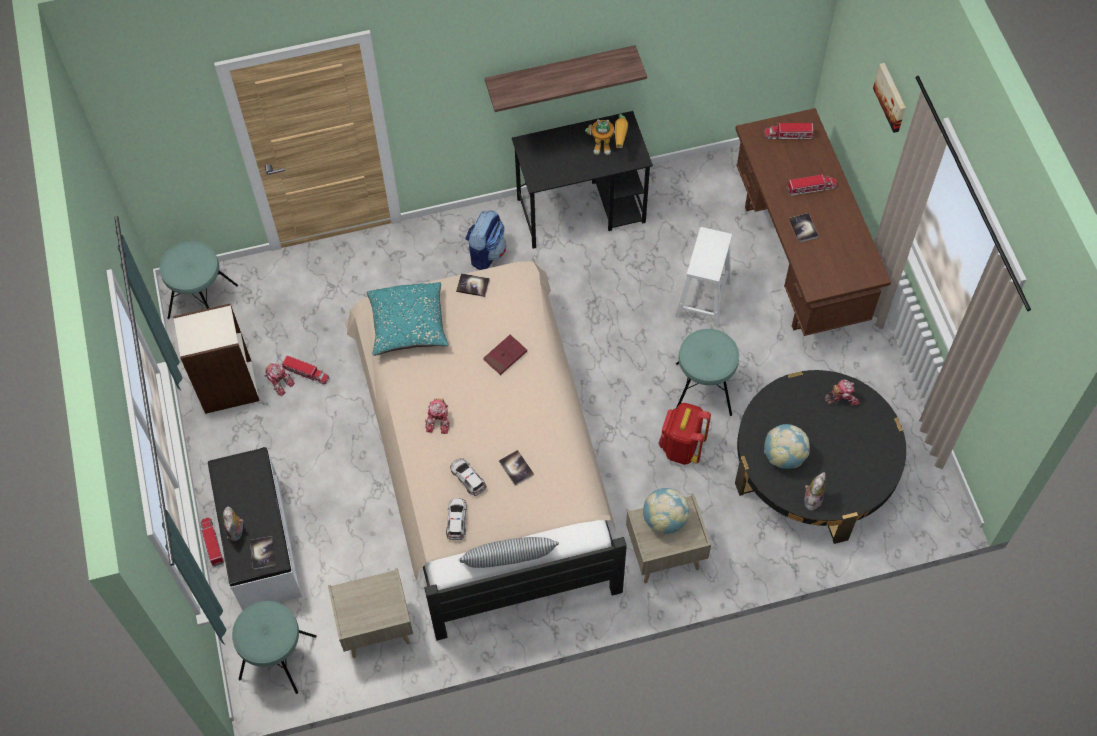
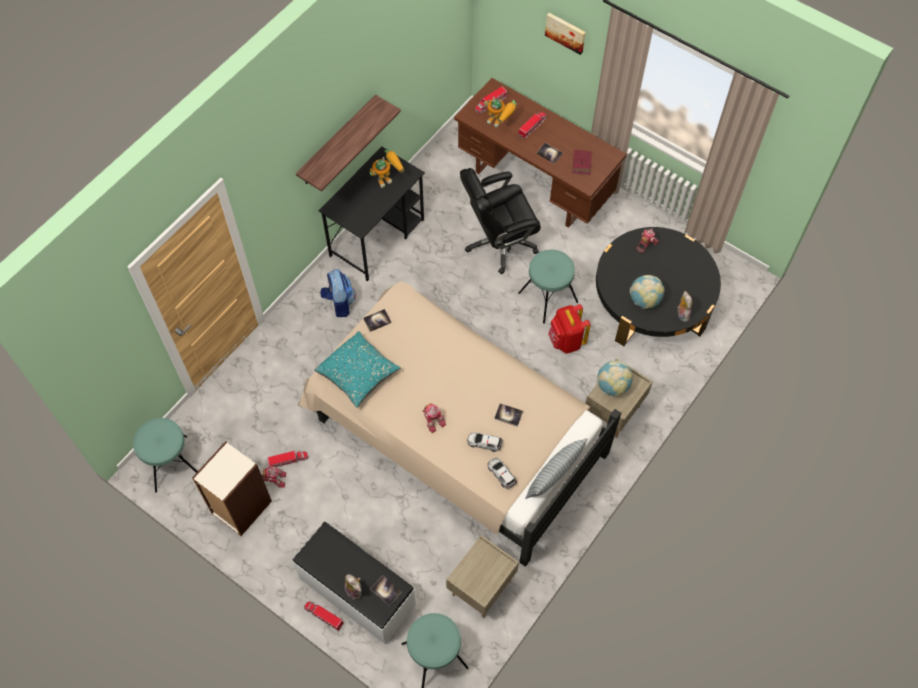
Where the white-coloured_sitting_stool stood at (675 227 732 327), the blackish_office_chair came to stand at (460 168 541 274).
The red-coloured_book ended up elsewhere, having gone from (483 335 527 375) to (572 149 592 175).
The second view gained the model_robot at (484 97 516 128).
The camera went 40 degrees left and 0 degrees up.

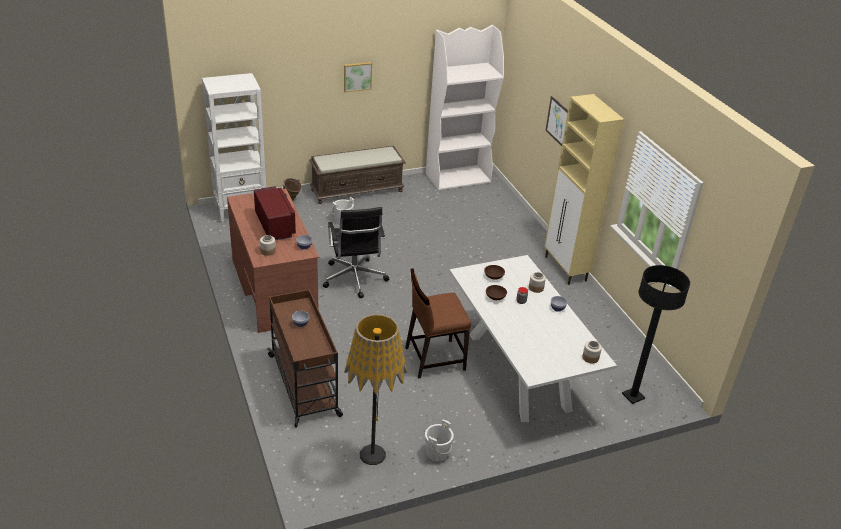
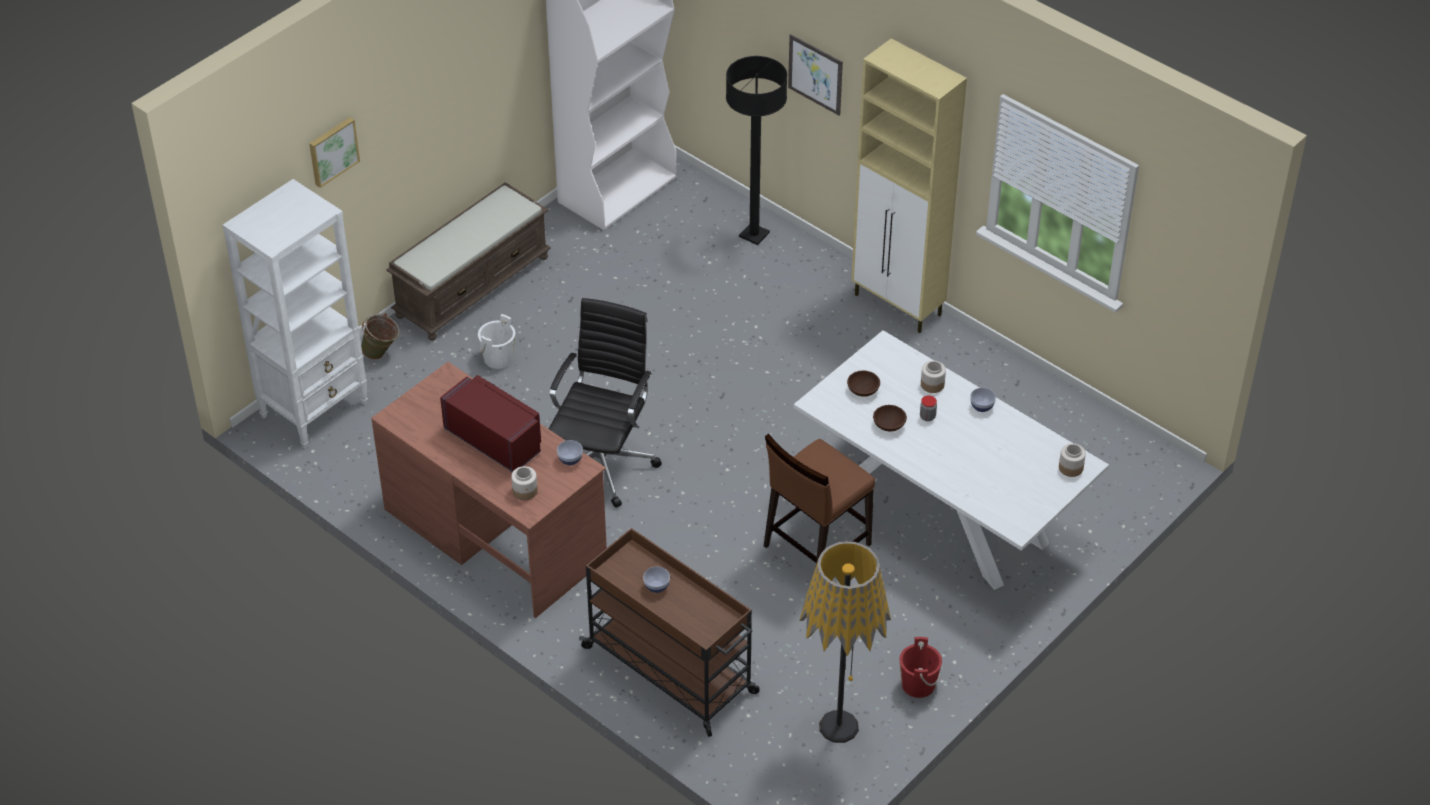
The wall_art ended up elsewhere, having gone from (344 62 372 92) to (309 117 360 188).
The blackish_office_chair at (323 207 389 298) ended up facing another way, 120 degrees counterclockwise from before.
The blackish_standard_lamp ended up elsewhere, having gone from (622 265 690 404) to (726 56 787 245).
What was the white-coloured_bucket at (425 420 454 461) turned into the red-coloured_bucket at (899 637 942 698).
The camera went 25 degrees left and 10 degrees up.

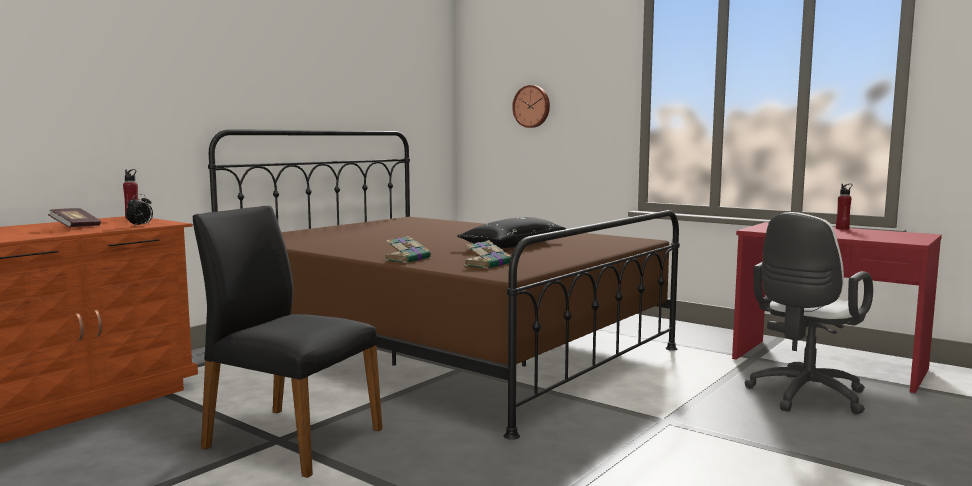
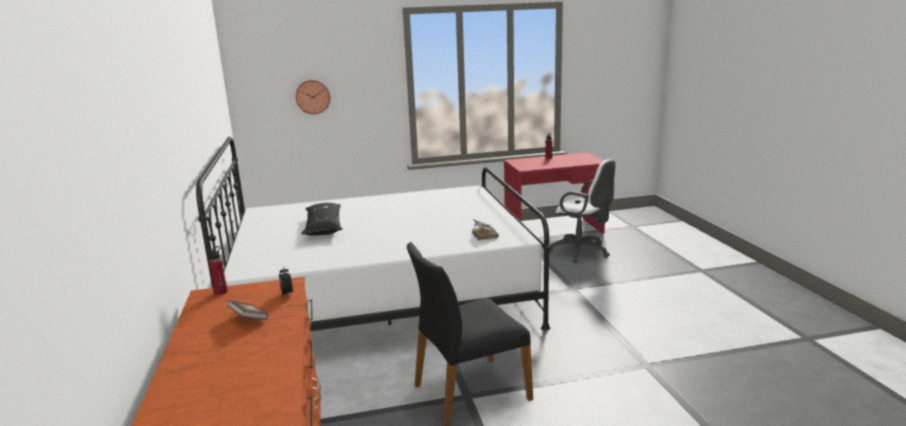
What was the brown-coloured_sleeping_bed at (208 129 680 440) turned into the white-coloured_sleeping_bed at (196 137 551 331).
The white-coloured_office_chair at (744 212 873 414) ended up facing another way, 45 degrees counterclockwise from before.
The blackish_cushion ended up elsewhere, having gone from (457 217 566 248) to (301 203 342 236).
The second view lost the book at (384 236 431 263).
The camera went 50 degrees left and 10 degrees up.

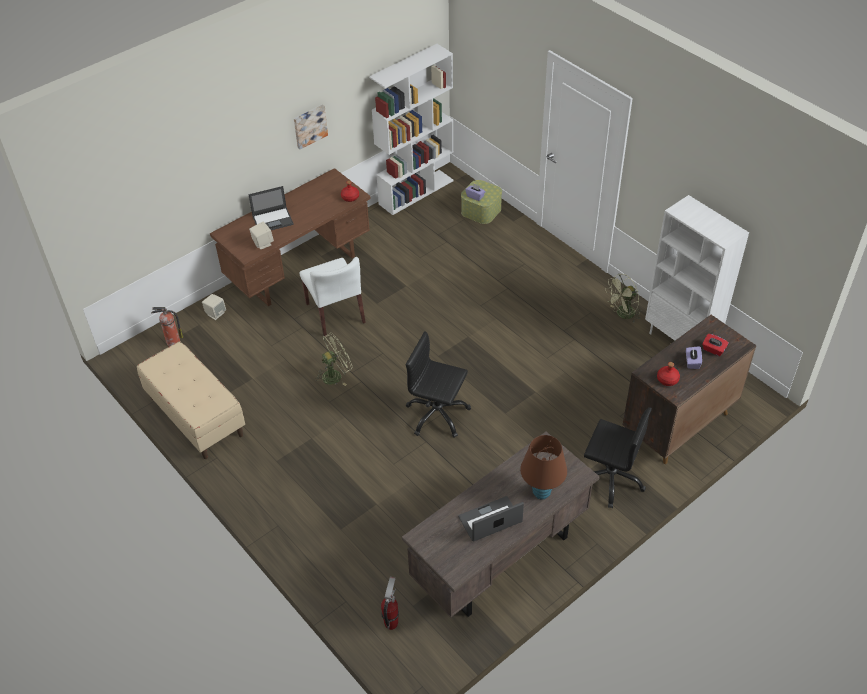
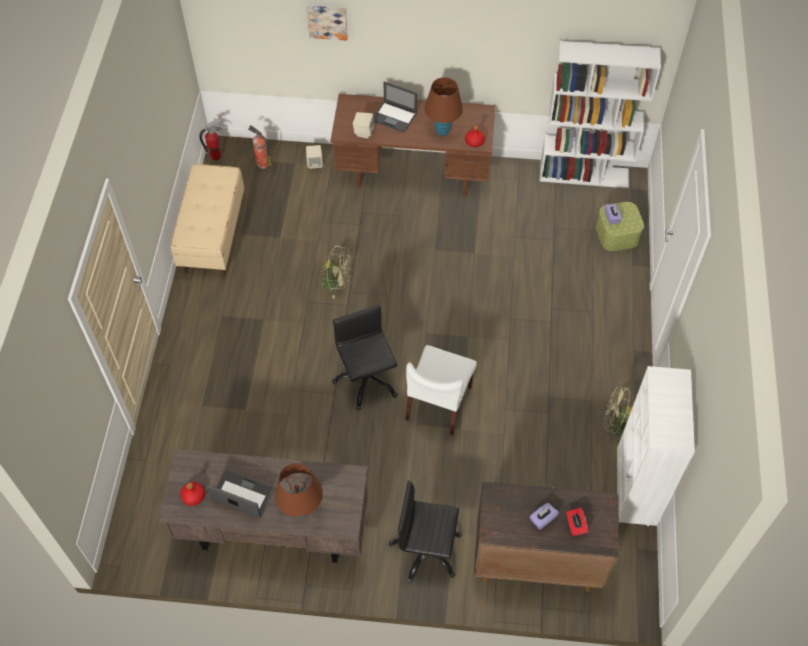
The wall_art ended up elsewhere, having gone from (294 104 328 149) to (307 5 348 41).
The white-coloured_plain_chair ended up elsewhere, having gone from (299 257 366 337) to (405 345 477 436).
The red-coloured_drink_bottle ended up elsewhere, having gone from (657 362 680 386) to (180 482 205 506).
The blackish_office_chair at (584 407 652 508) ended up facing another way, 120 degrees clockwise from before.
The fire-fighting_cylinder ended up elsewhere, having gone from (381 577 399 630) to (199 118 223 161).
The second view gained the brown-coloured_table_lamp at (425 77 463 136).
The camera went 45 degrees right and 10 degrees up.

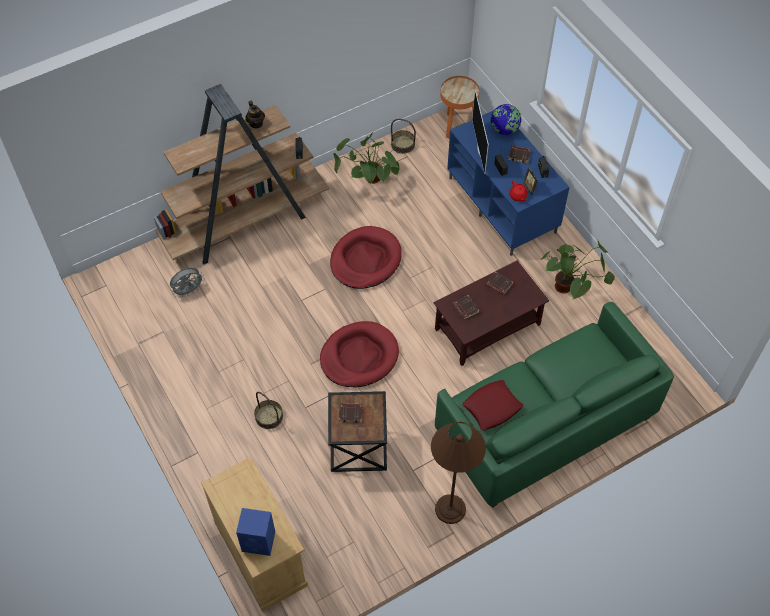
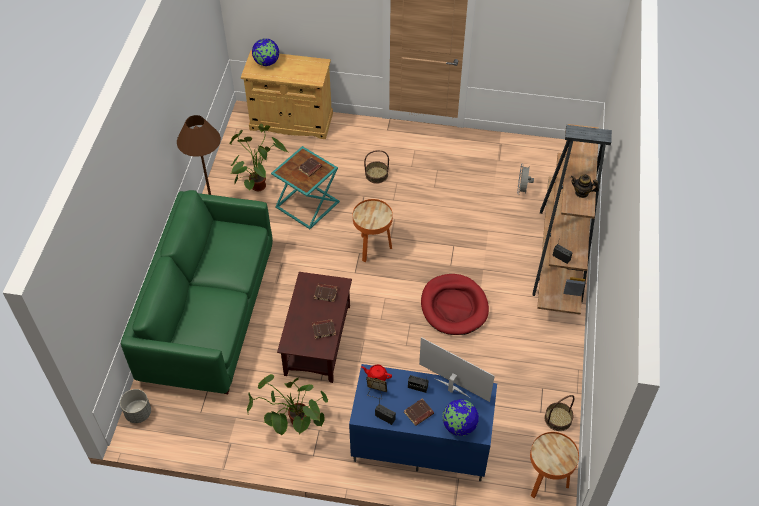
The houseplant ended up elsewhere, having gone from (333 131 400 184) to (229 124 288 191).
Where the red-coloured_dog_bed stood at (320 321 399 388), the orange_accent_table came to stand at (353 199 393 262).
The second view lost the red-coloured_cushion at (462 380 523 431).
What was the blackish_accent_table at (328 391 387 472) turned into the turquoise_accent_table at (271 146 340 229).
Where the blue_loudspeaker stood at (236 508 275 556), the desk_globe came to stand at (252 38 279 66).
The second view gained the grey_flower_pot at (120 389 151 423).
The camera went 130 degrees right and 5 degrees down.

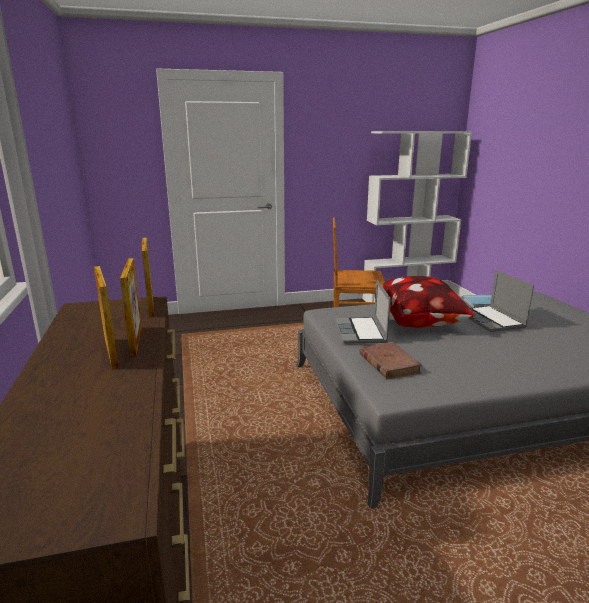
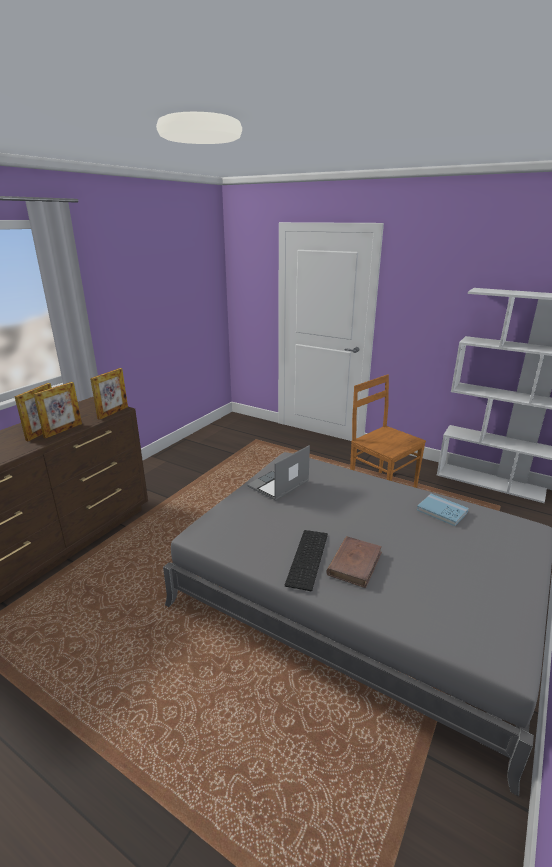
The second view lost the notebook_computer at (469 270 534 332).
The second view lost the cushion at (382 276 475 328).
The brown-coloured_book ended up elsewhere, having gone from (360 342 422 379) to (326 536 382 588).
The second view gained the PC_keyboard at (285 530 328 591).
The camera went 45 degrees right and 5 degrees up.

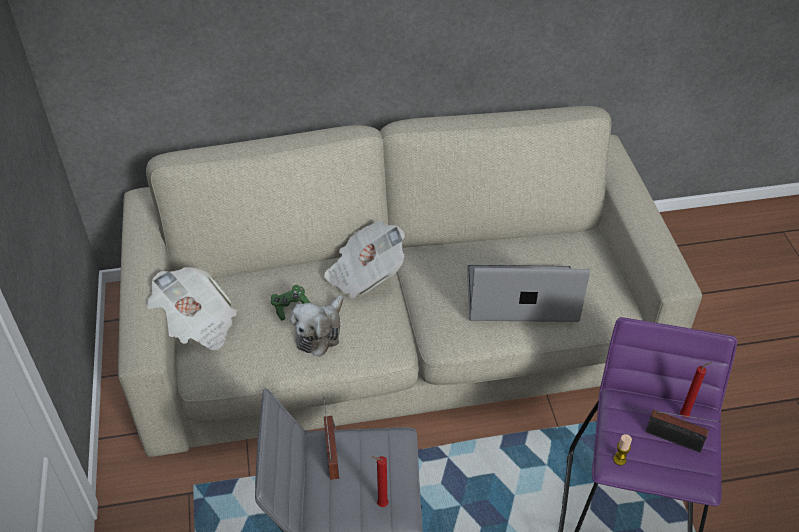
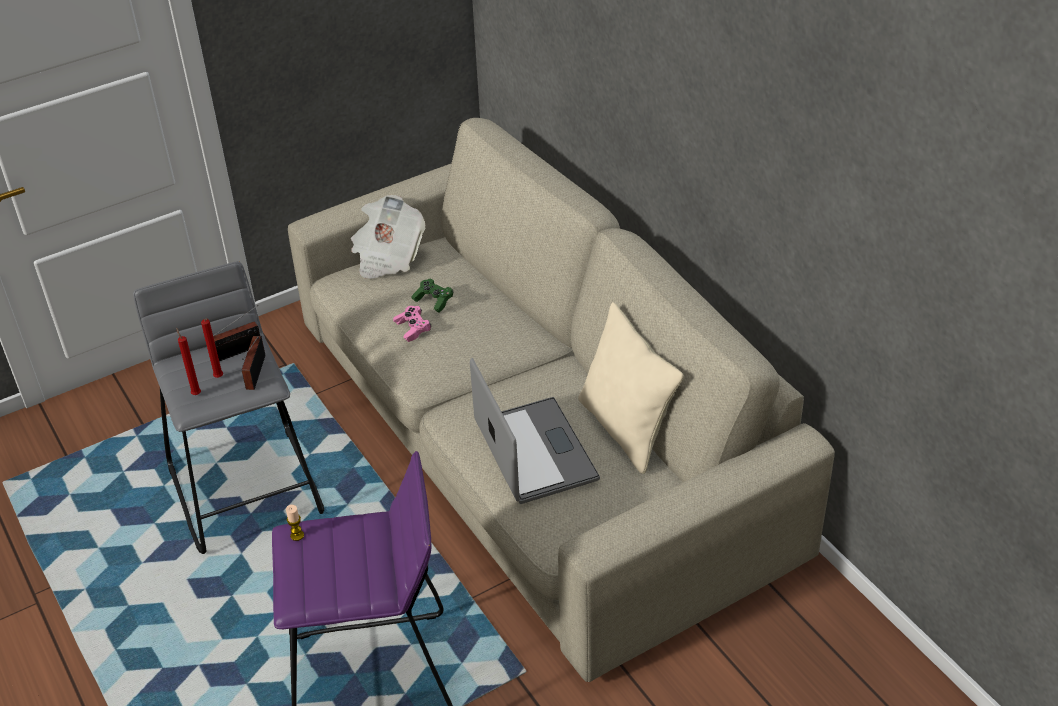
The second view lost the daily_paper at (324 221 405 299).
Where the soft_toy stood at (291 295 344 357), the pink_gamepad came to stand at (393 306 431 342).
The red-coloured_wax_light ended up elsewhere, having gone from (680 362 713 418) to (201 318 223 378).
The radio ended up elsewhere, having gone from (646 410 721 452) to (242 336 265 390).
The second view gained the beige-coloured_cushion at (578 302 684 474).
The camera went 70 degrees right and 5 degrees down.

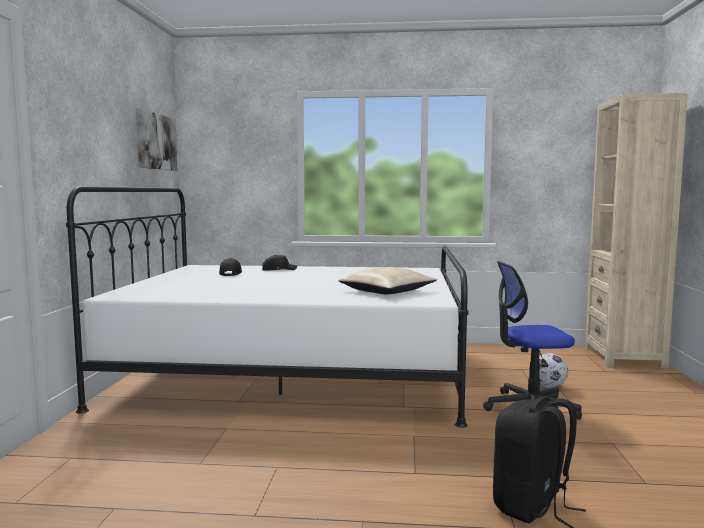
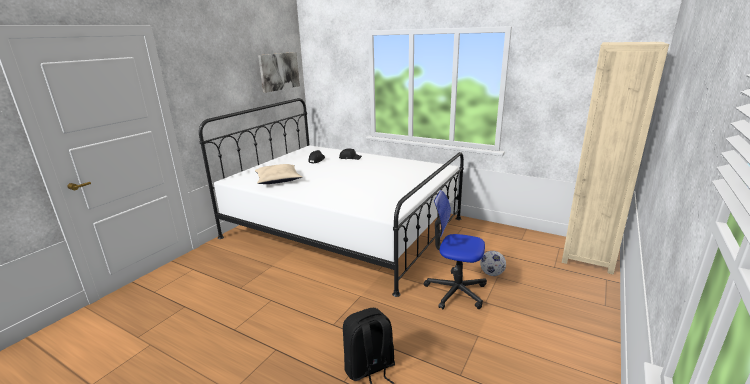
The beige-coloured_cushion ended up elsewhere, having gone from (338 267 437 294) to (255 164 302 184).
The camera went 25 degrees right and 15 degrees up.

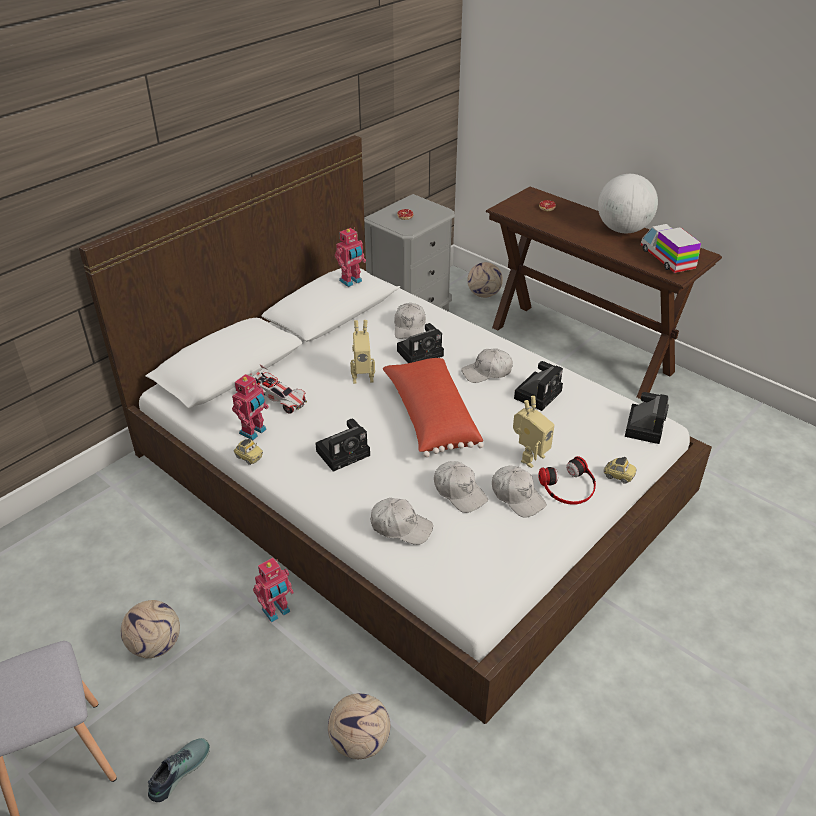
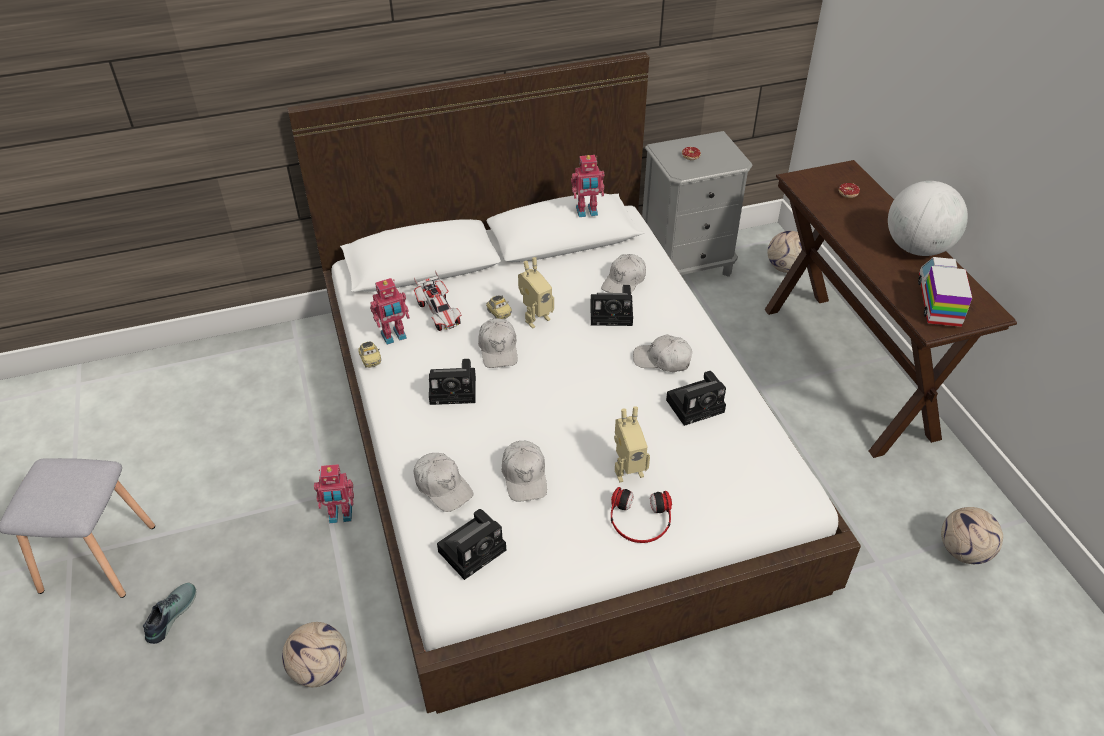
The model_robot at (350 320 375 384) ended up facing another way, 60 degrees counterclockwise from before.
The second view lost the red-coloured_cushion at (383 358 484 457).
The photo_camera ended up elsewhere, having gone from (625 392 669 444) to (437 509 506 580).
The toy_car ended up elsewhere, having gone from (603 457 637 483) to (486 295 512 319).
The white-coloured_peaked_cap ended up elsewhere, having gone from (492 466 547 518) to (478 318 517 368).
The football_ball ended up elsewhere, having gone from (121 600 180 658) to (941 507 1003 564).
The low_shoe at (148 738 210 802) ended up facing another way, 45 degrees counterclockwise from before.
The camera went 30 degrees right and 5 degrees up.

